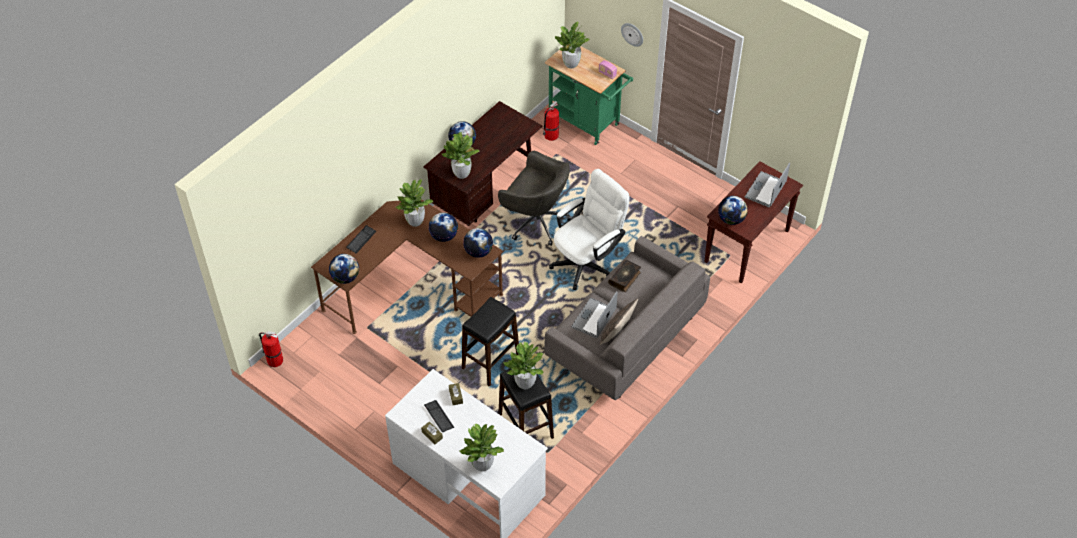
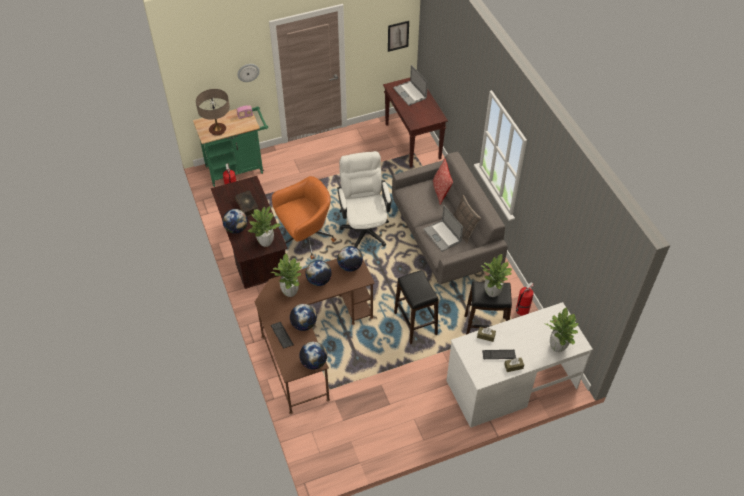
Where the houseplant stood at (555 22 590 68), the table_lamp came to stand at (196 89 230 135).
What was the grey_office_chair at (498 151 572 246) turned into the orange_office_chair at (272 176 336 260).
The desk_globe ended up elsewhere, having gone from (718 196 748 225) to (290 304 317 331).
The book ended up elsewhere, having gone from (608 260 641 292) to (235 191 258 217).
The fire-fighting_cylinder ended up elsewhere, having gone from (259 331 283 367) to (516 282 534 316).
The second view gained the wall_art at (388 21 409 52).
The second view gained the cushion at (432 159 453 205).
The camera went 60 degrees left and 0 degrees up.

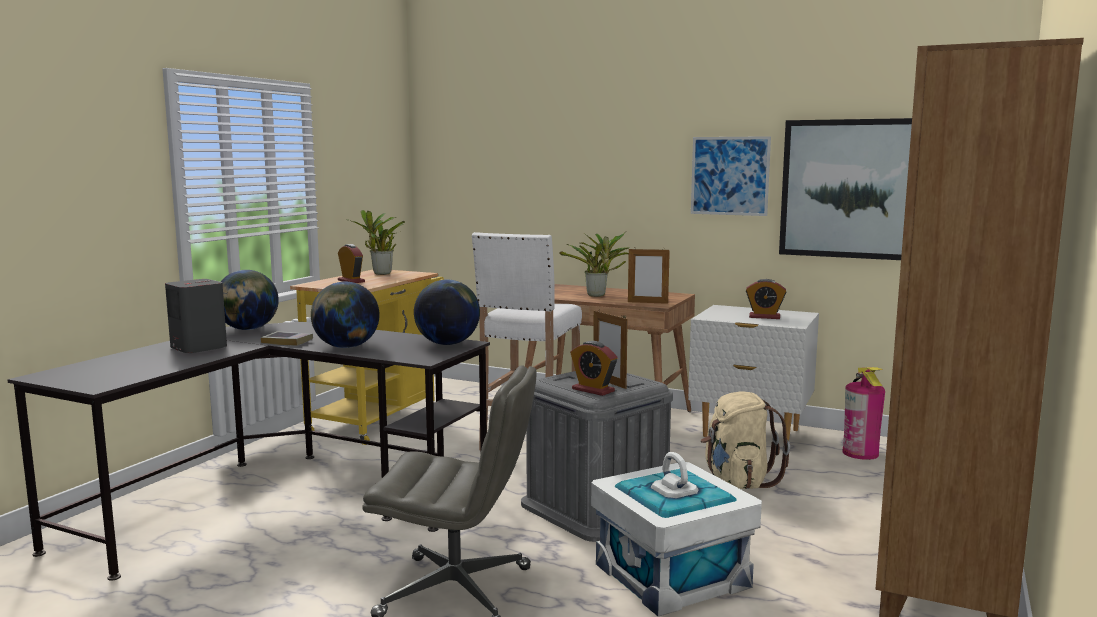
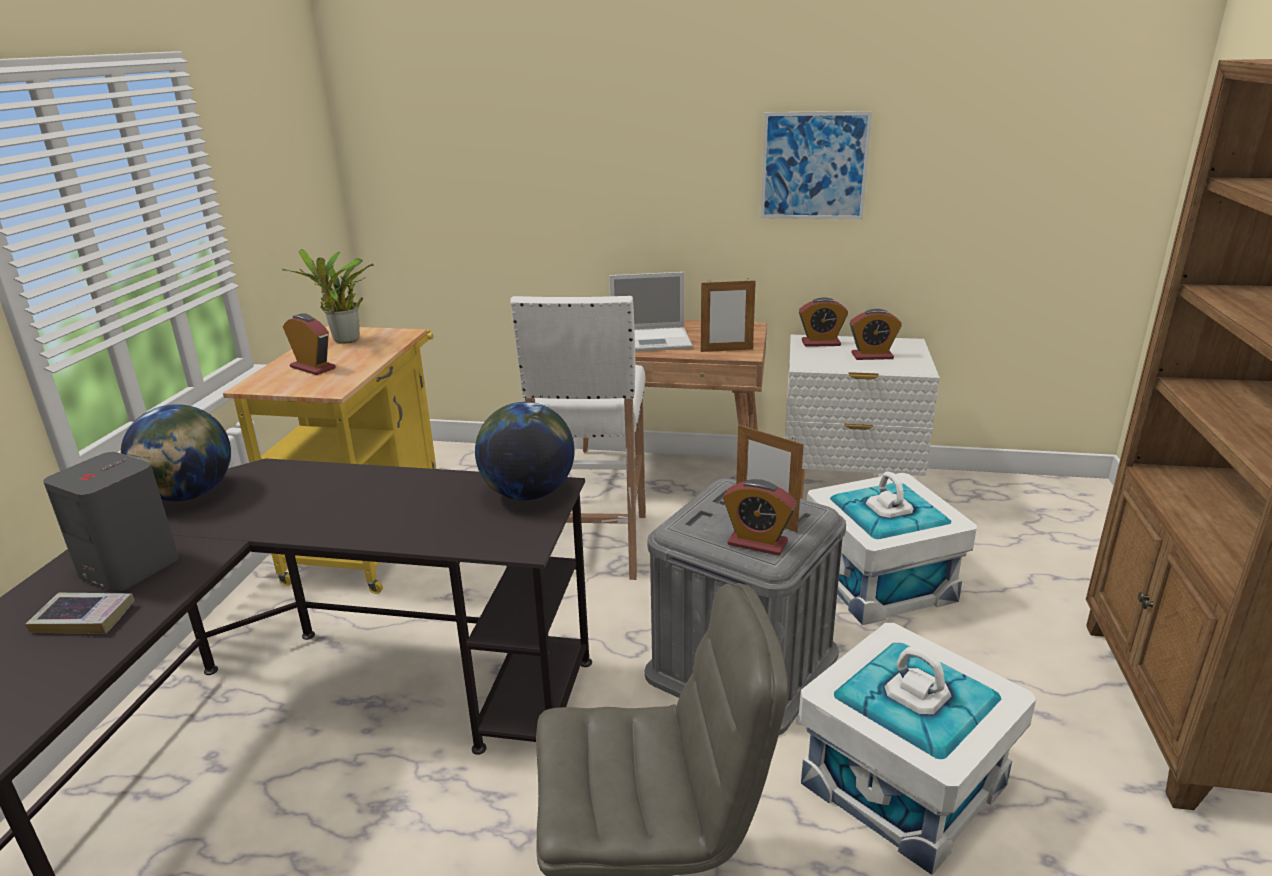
The second view lost the wall_art at (779 118 912 260).
Where the houseplant stood at (559 233 629 297), the notebook_computer came to stand at (609 272 692 352).
The second view lost the desk_globe at (311 282 380 348).
The book ended up elsewhere, having gone from (261 331 313 346) to (25 593 135 634).
The second view lost the fire-fighting_cylinder at (843 367 885 460).
Where the beige-coloured_rucksack stood at (701 391 790 489), the white-coloured_storage_container came to stand at (807 471 977 625).
The second view gained the alarm_clock at (799 297 848 347).
The camera went 15 degrees left and 15 degrees up.

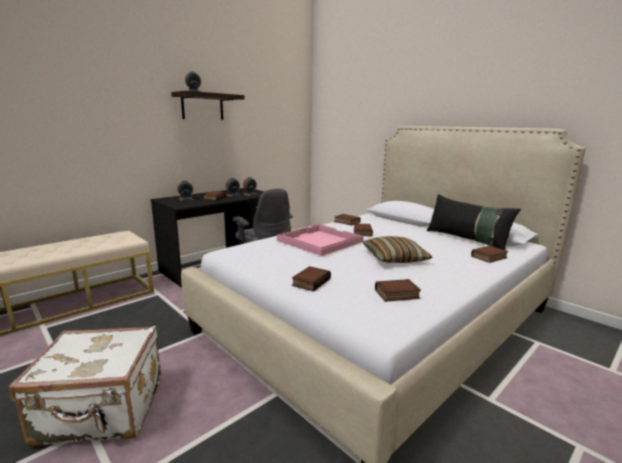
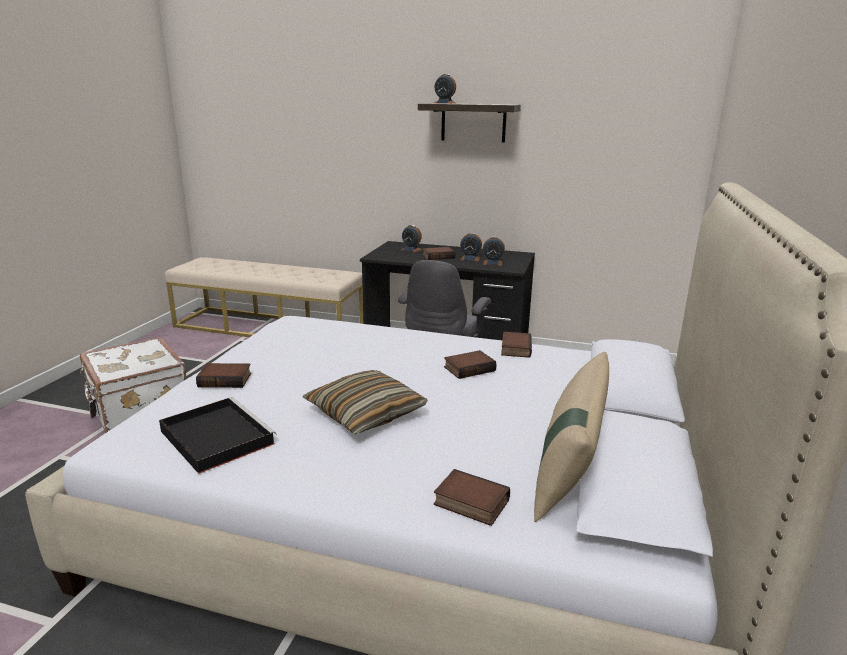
What was the blackish_cushion at (427 194 521 250) turned into the beige-coloured_cushion at (534 352 609 522).
The second view lost the pink_serving_tray at (277 224 364 256).
Where the book stood at (375 279 421 302), the blackish_serving_tray came to stand at (159 397 276 474).
The camera went 60 degrees right and 5 degrees up.

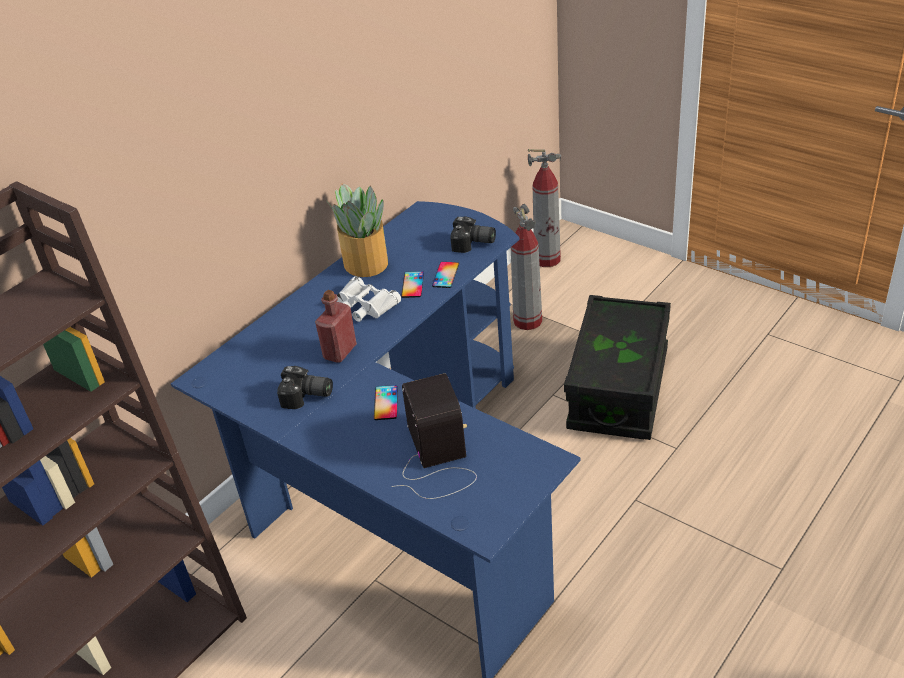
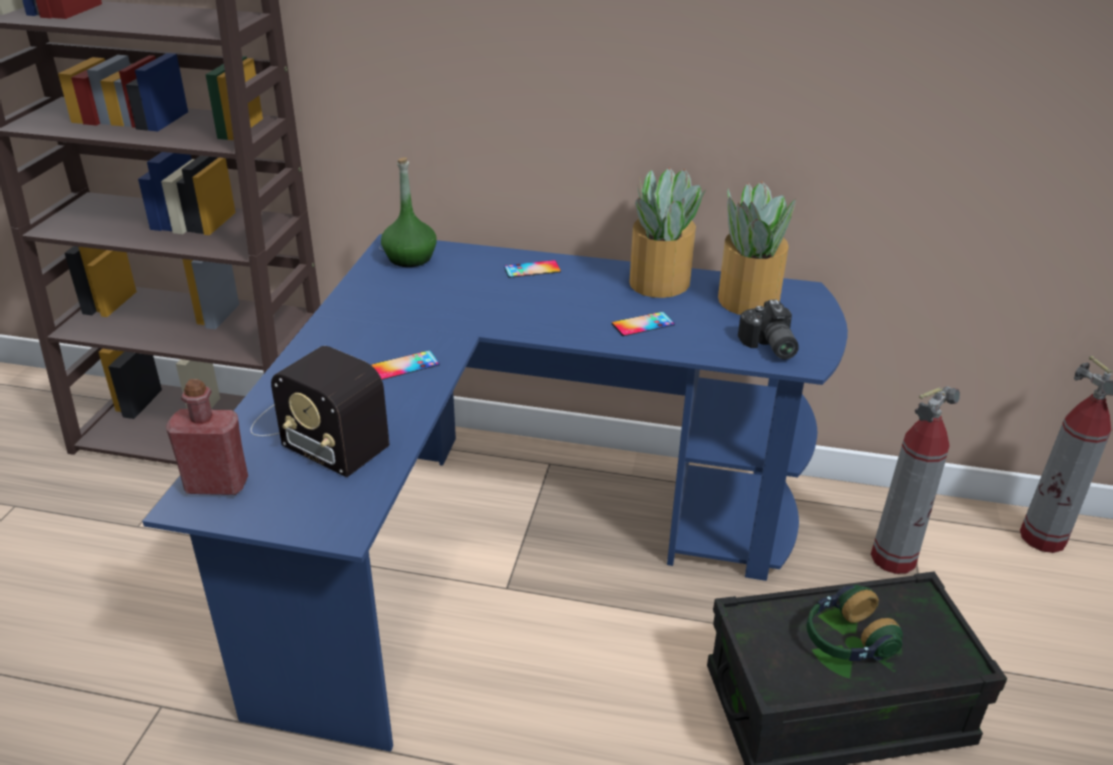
The telephone ended up elsewhere, having gone from (432 262 459 288) to (504 260 561 278).
The second view lost the white-coloured_pair_of_binoculars at (337 276 401 322).
The red-coloured_drink_bottle ended up elsewhere, having gone from (315 290 357 363) to (166 379 248 495).
The second view lost the photo_camera at (277 366 333 409).
The radio at (392 373 477 499) ended up facing another way, 75 degrees clockwise from before.
The second view gained the green_drink_bottle at (381 157 437 267).
The second view gained the houseplant at (718 182 796 315).
The second view gained the headphones at (806 585 903 661).
The camera went 60 degrees right and 5 degrees down.

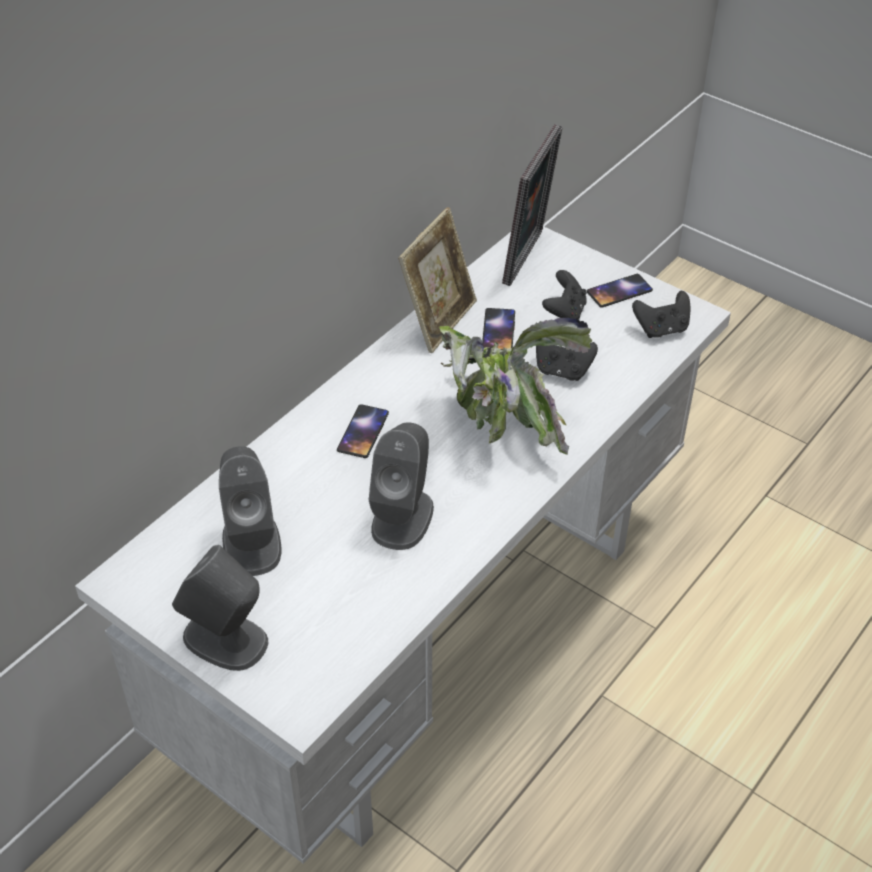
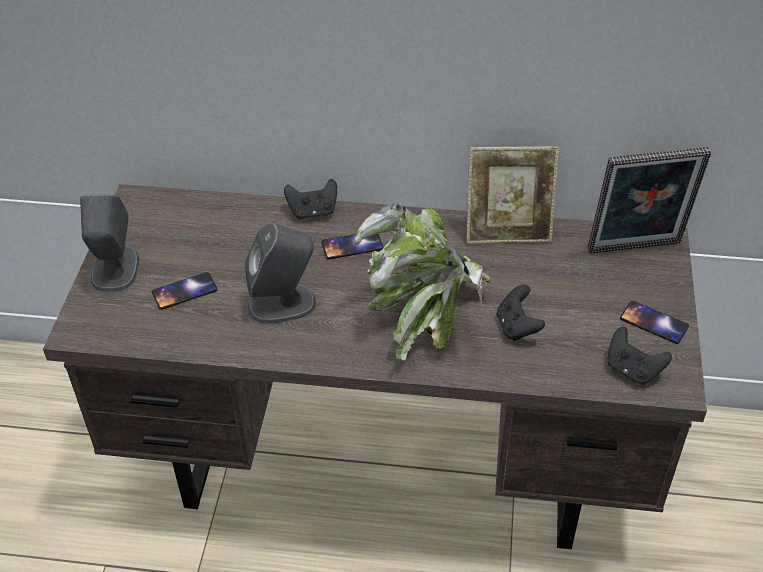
What was the white-coloured_desk_unit at (75 226 731 864) turned into the brown-coloured_desk_unit at (43 184 707 549).
The blackish_gamepad ended up elsewhere, having gone from (542 270 587 320) to (284 179 337 219).
The telephone ended up elsewhere, having gone from (482 308 515 350) to (152 272 218 310).
The second view lost the grey_loudspeaker at (219 446 281 576).
The camera went 60 degrees right and 0 degrees up.

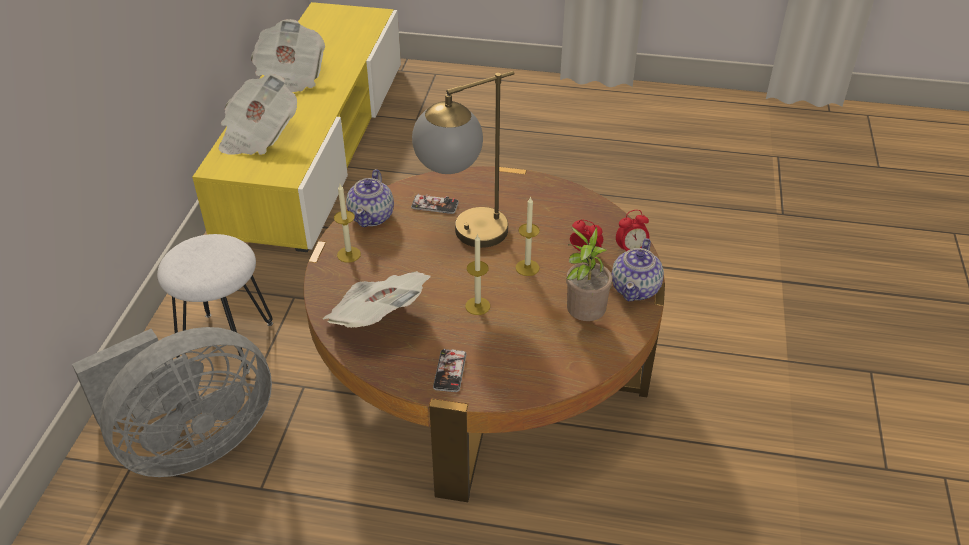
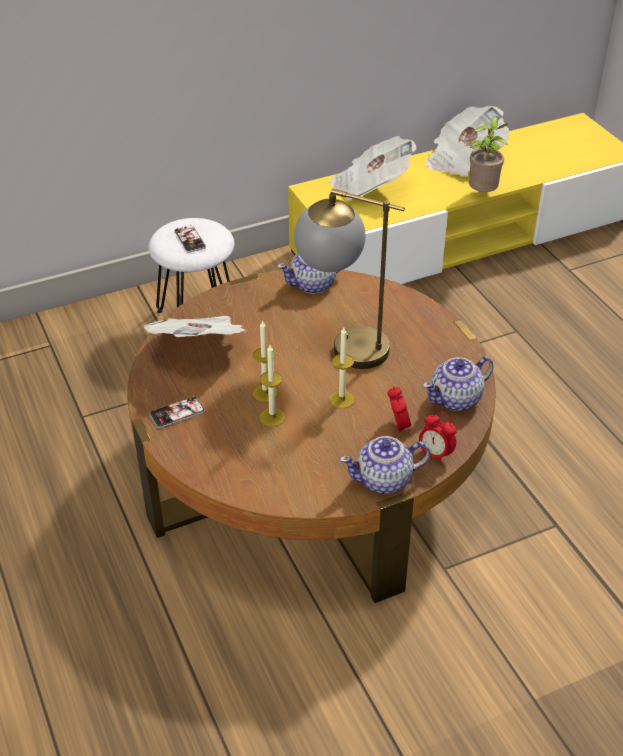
The wax_light ended up elsewhere, having gone from (334 184 361 263) to (260 345 285 427).
The telephone ended up elsewhere, having gone from (411 194 459 214) to (174 224 206 253).
The houseplant ended up elsewhere, having gone from (566 227 612 321) to (469 117 508 192).
The second view lost the grey_fan at (72 327 272 477).
The second view gained the pot_for_tea at (423 356 493 411).
The camera went 55 degrees right and 0 degrees up.

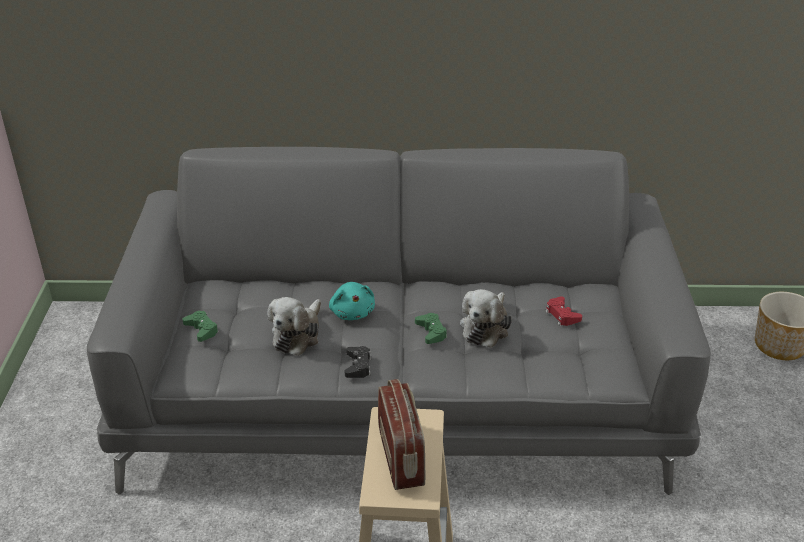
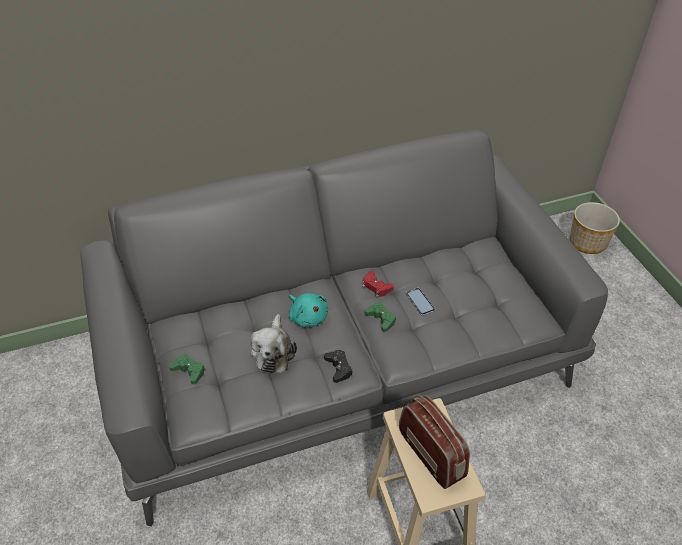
Where the soft_toy stood at (460 289 512 348), the telephone came to stand at (406 288 435 316).
The red-coloured_gamepad ended up elsewhere, having gone from (545 296 582 326) to (362 271 394 297).
The camera went 20 degrees left and 10 degrees up.

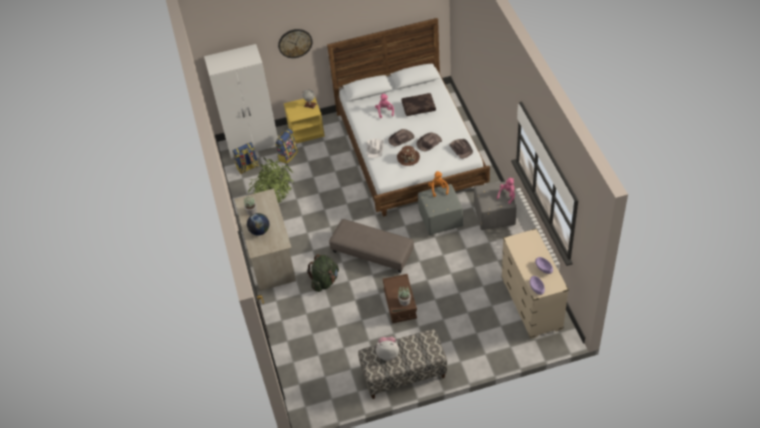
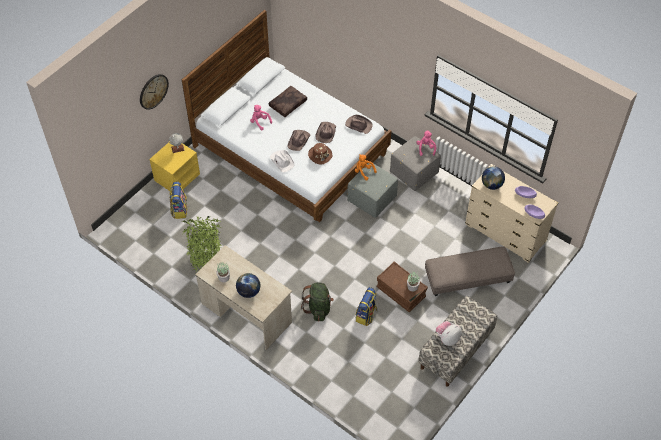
The second view lost the white-coloured_wardrobe at (204 44 278 158).
The rucksack ended up elsewhere, having gone from (232 142 259 174) to (356 287 377 326).
The grey_pouffe ended up elsewhere, having gone from (329 219 414 273) to (425 246 515 296).
The second view gained the desk_globe at (482 166 505 190).
The camera went 40 degrees left and 5 degrees up.

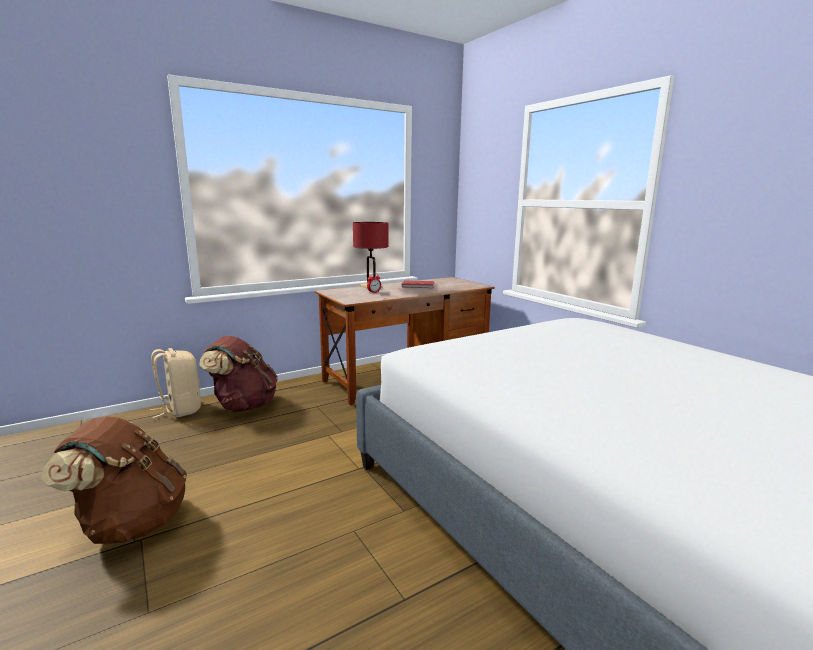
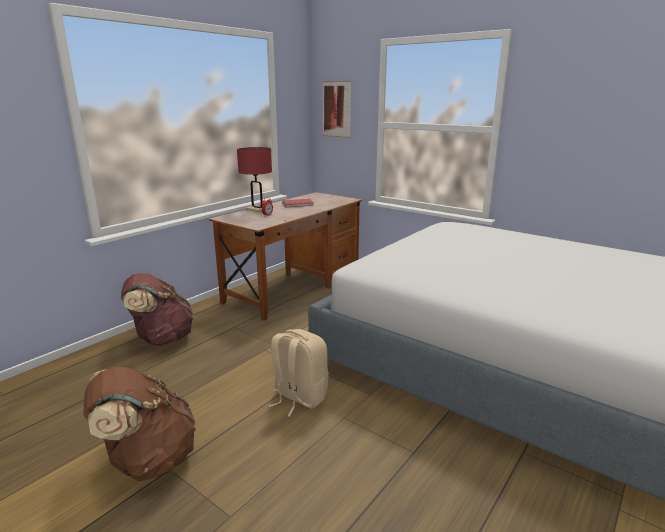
The beige-coloured_rucksack ended up elsewhere, having gone from (150 348 201 418) to (269 329 329 417).
The second view gained the wall_art at (322 81 351 138).
The camera went 20 degrees left and 5 degrees up.

